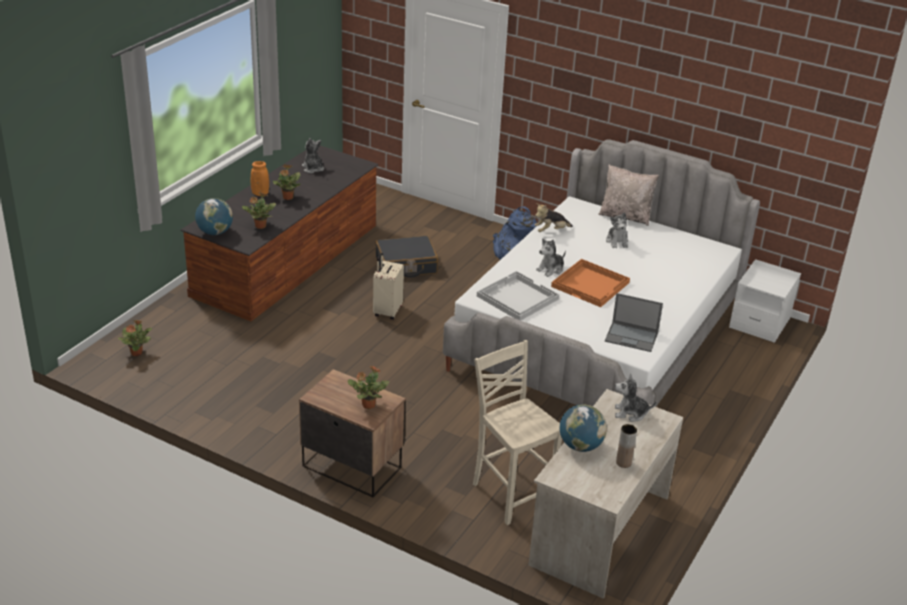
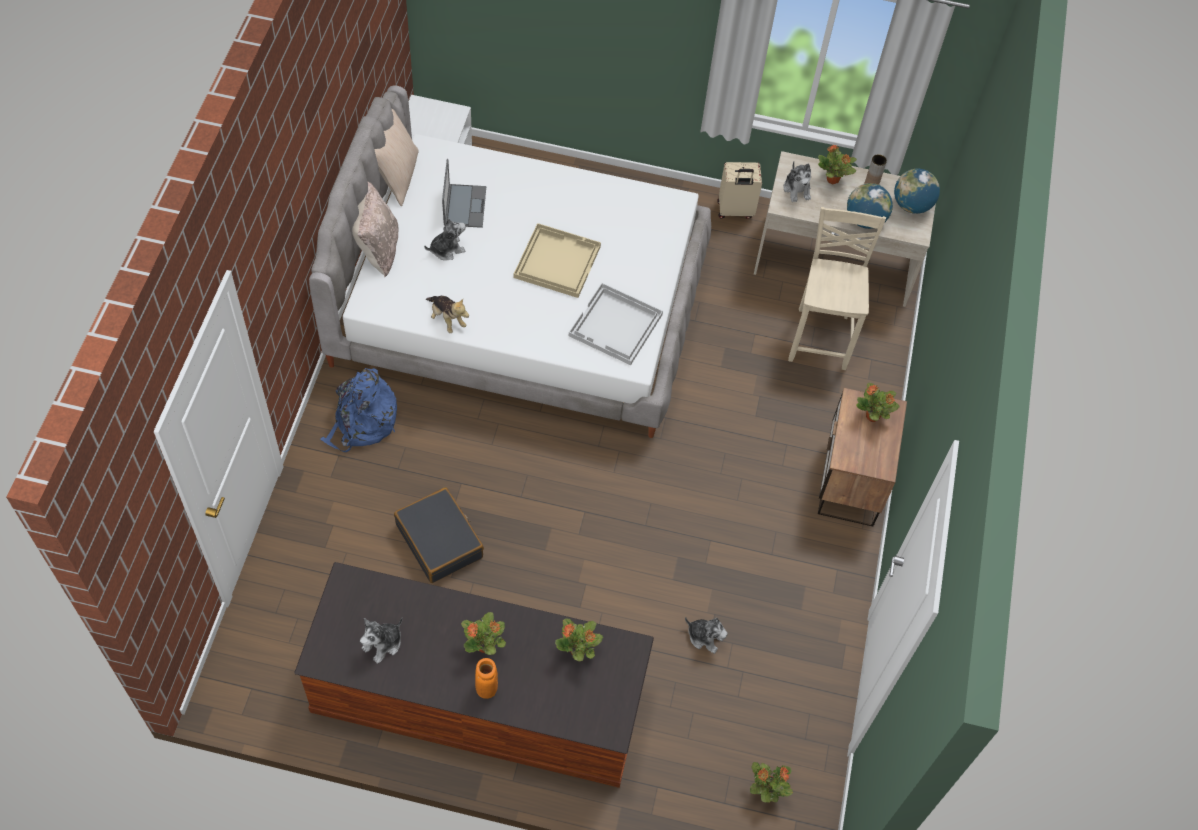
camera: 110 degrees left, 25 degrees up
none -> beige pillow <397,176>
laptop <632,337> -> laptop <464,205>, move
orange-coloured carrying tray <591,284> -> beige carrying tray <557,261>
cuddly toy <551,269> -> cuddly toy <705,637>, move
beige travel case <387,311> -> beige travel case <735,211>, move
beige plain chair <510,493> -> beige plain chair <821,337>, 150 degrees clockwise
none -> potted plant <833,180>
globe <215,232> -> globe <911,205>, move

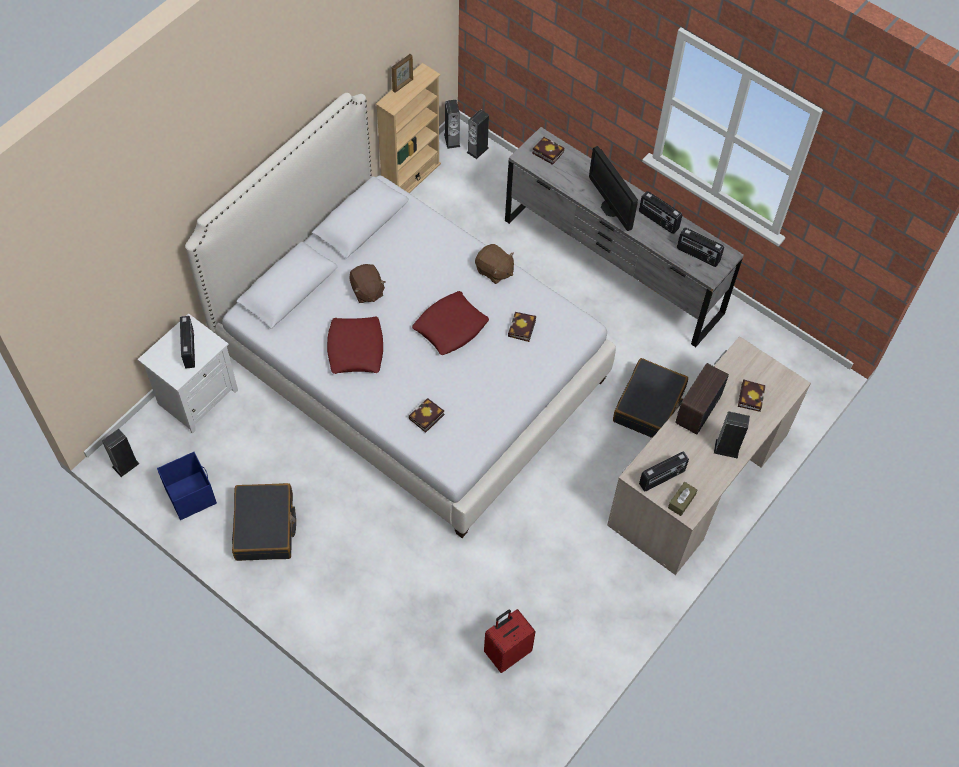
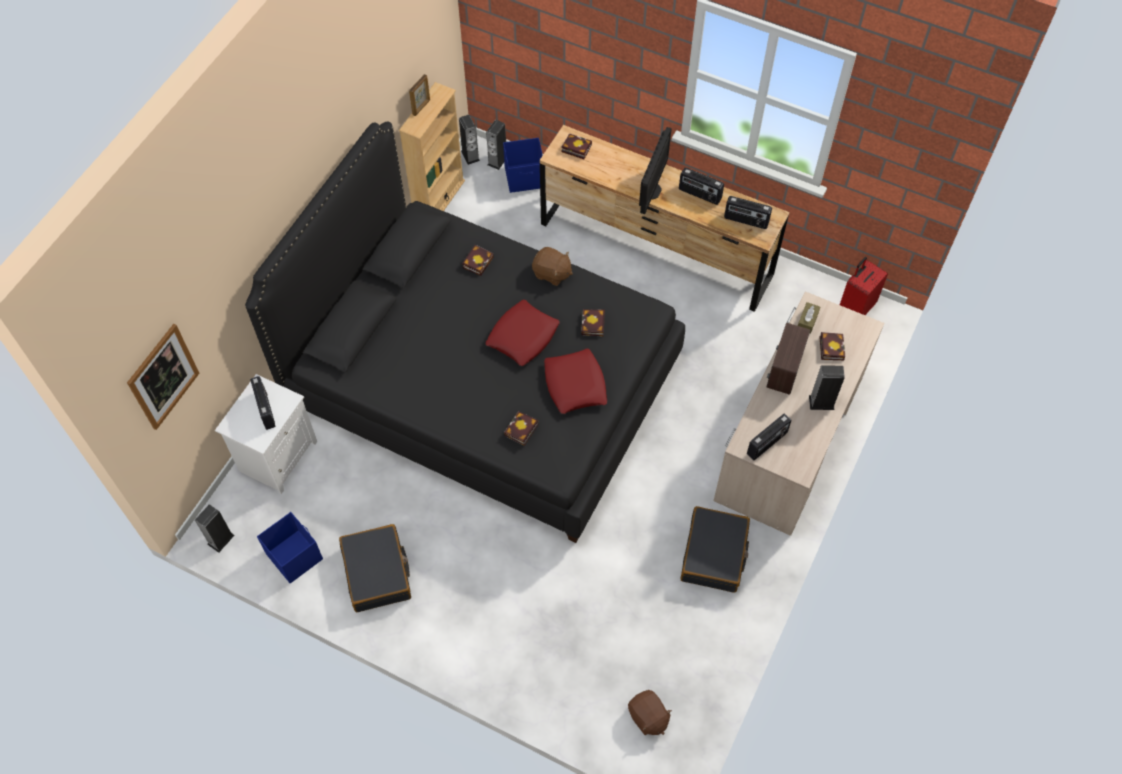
camera: 10 degrees left, 0 degrees up
none -> wall picture <163,377>
whitish bedroom bed <410,366> -> blackish bedroom bed <483,384>
none -> book <478,261>
none -> blue storage box <525,178>
gray dresser <612,267> -> brown-coloured dresser <655,249>
red-coloured pillow <356,349> -> red-coloured pillow <575,385>, move
brown-coloured cuddly toy <367,291> -> brown-coloured cuddly toy <648,717>, move
monitor <611,208> -> monitor <651,190>, 120 degrees counterclockwise
blackish travel case <649,405> -> blackish travel case <714,554>, move
brown-coloured tissue holder <681,501> -> brown-coloured tissue holder <807,321>, move
red-coloured travel case <507,652> -> red-coloured travel case <855,308>, move

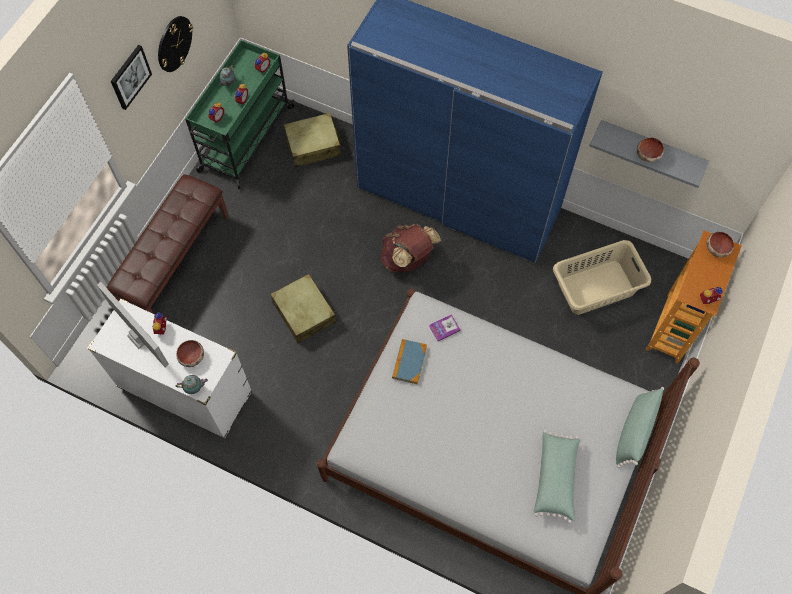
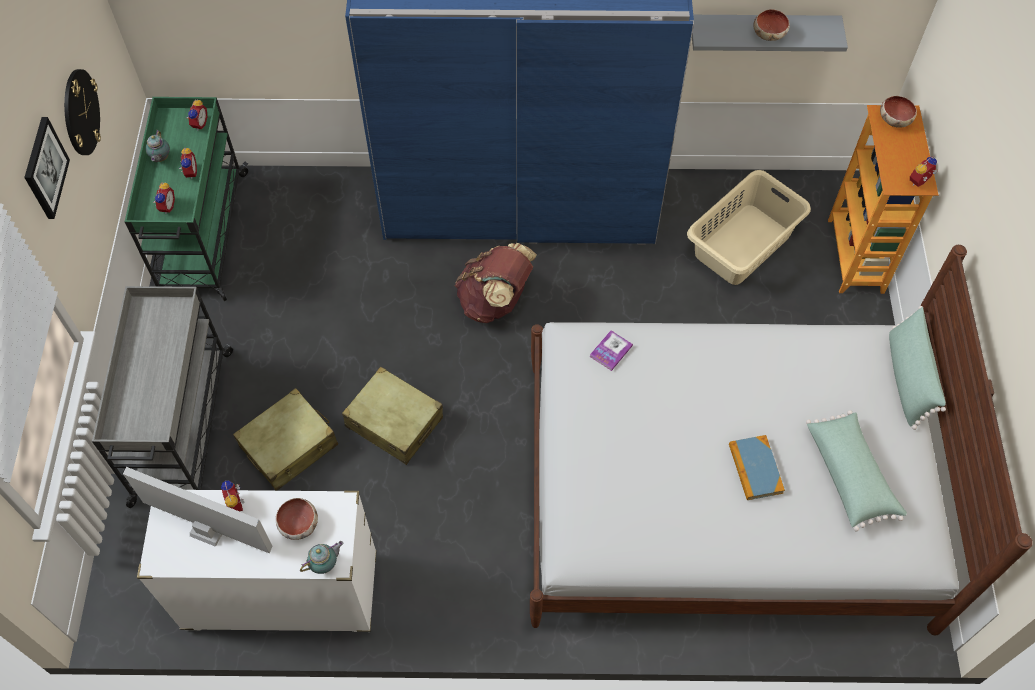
camera: 25 degrees left, 5 degrees down
brown-coloured long seat <175,262> -> gray trolley <182,428>
beige travel case <314,146> -> beige travel case <289,446>, move
book <409,362> -> book <755,469>, move

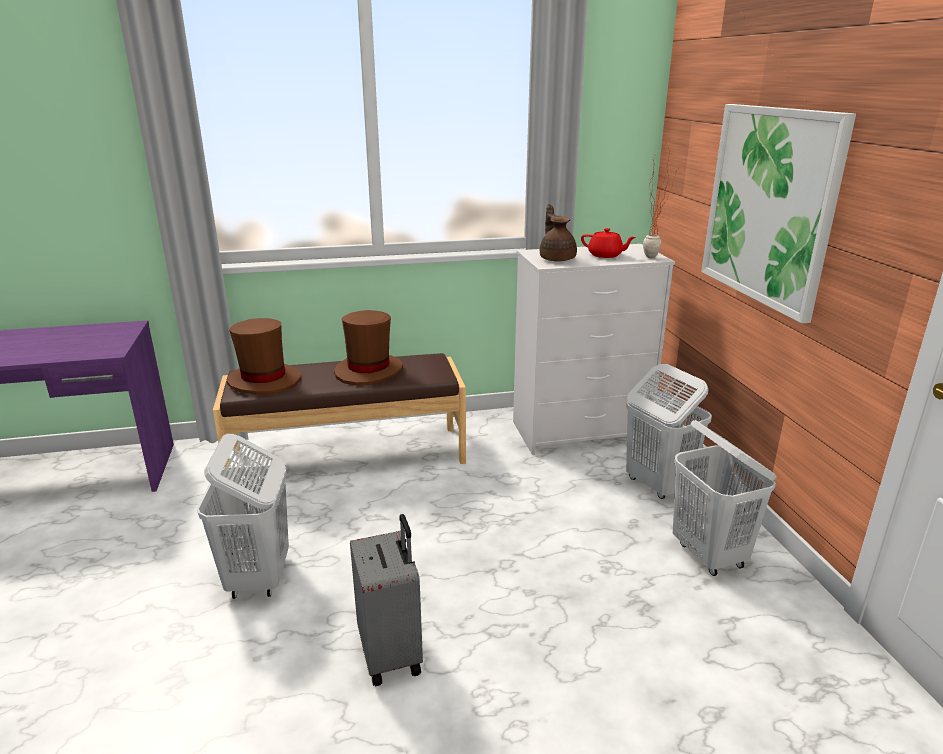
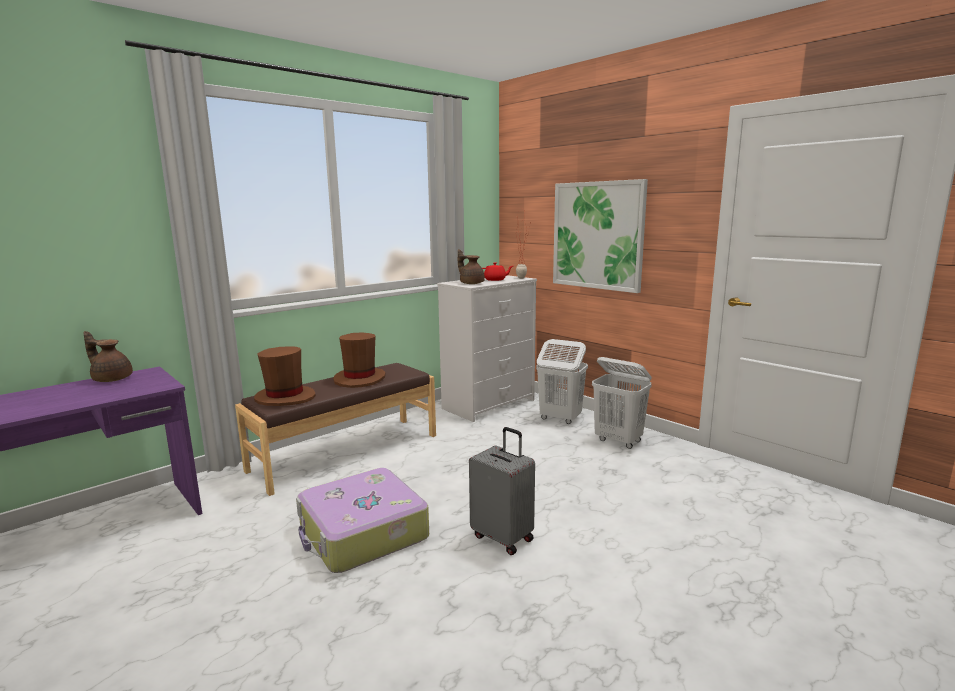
camera: 30 degrees left, 10 degrees down
none -> brown-coloured tea pot <111,379>
whitish washing basket <258,578> -> travel case <362,533>

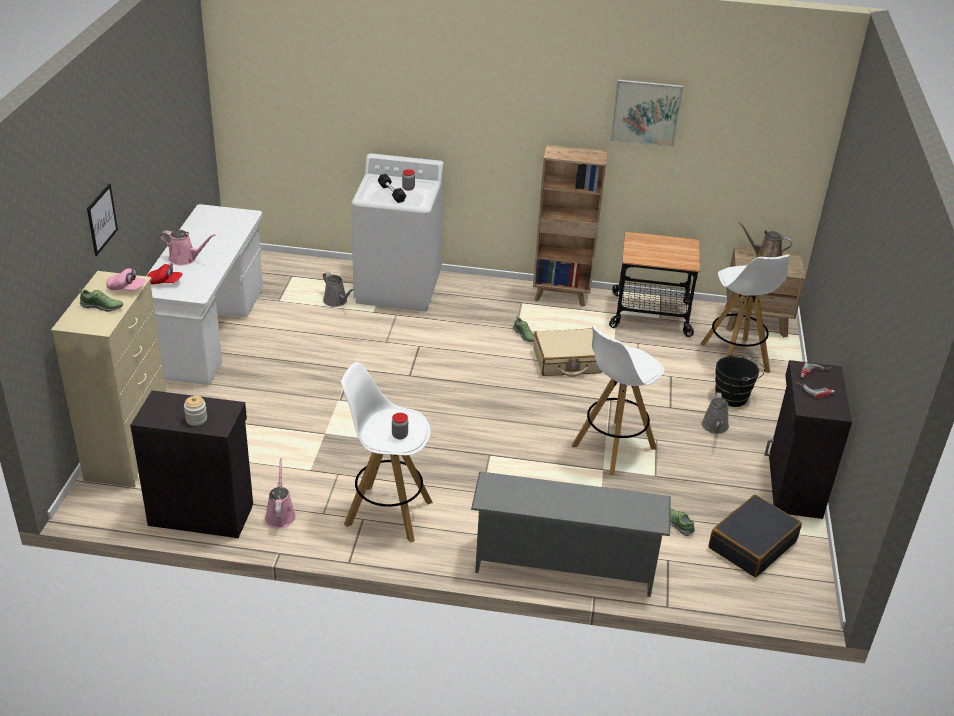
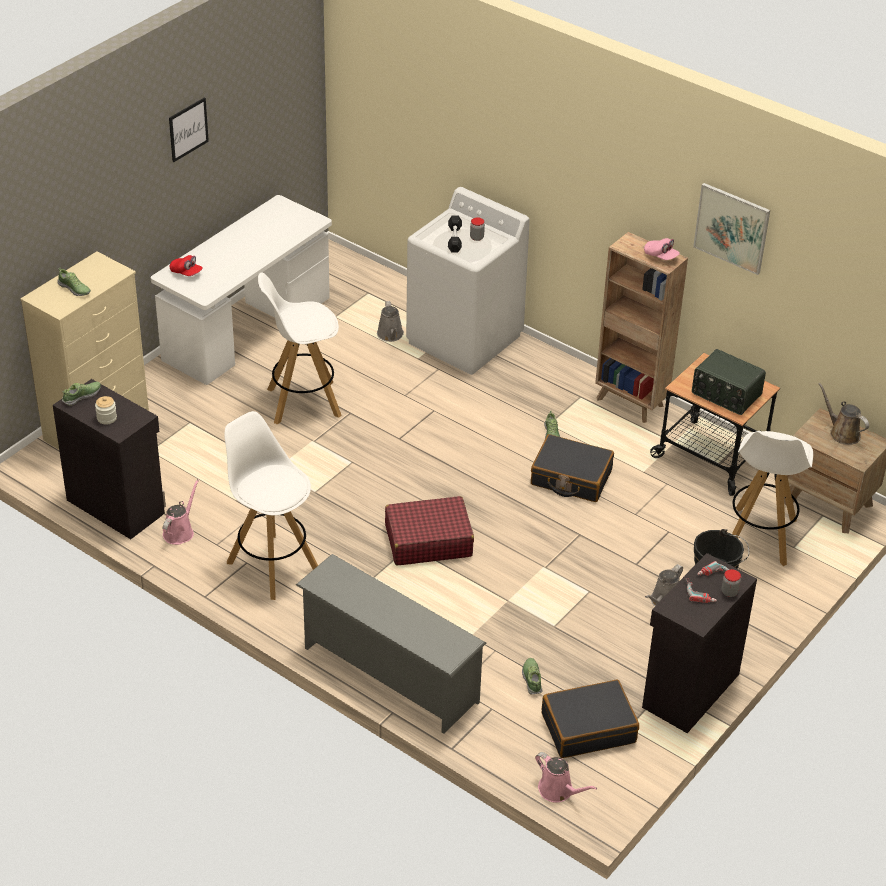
camera: 30 degrees right, 5 degrees up
none -> item of footwear <82,396>
wall picture <102,219> -> wall picture <188,129>, move
whitish stool seat <613,447> -> whitish stool seat <302,402>, move
none -> red-coloured travel case <428,541>
beige travel case <567,361> -> blackish travel case <571,478>
pink-coloured watering pot <185,259> -> pink-coloured watering pot <558,790>, move
pink-coloured baseball cap <127,288> -> pink-coloured baseball cap <661,256>, move
none -> radio <725,395>
storage jar <399,435> -> storage jar <729,592>, move

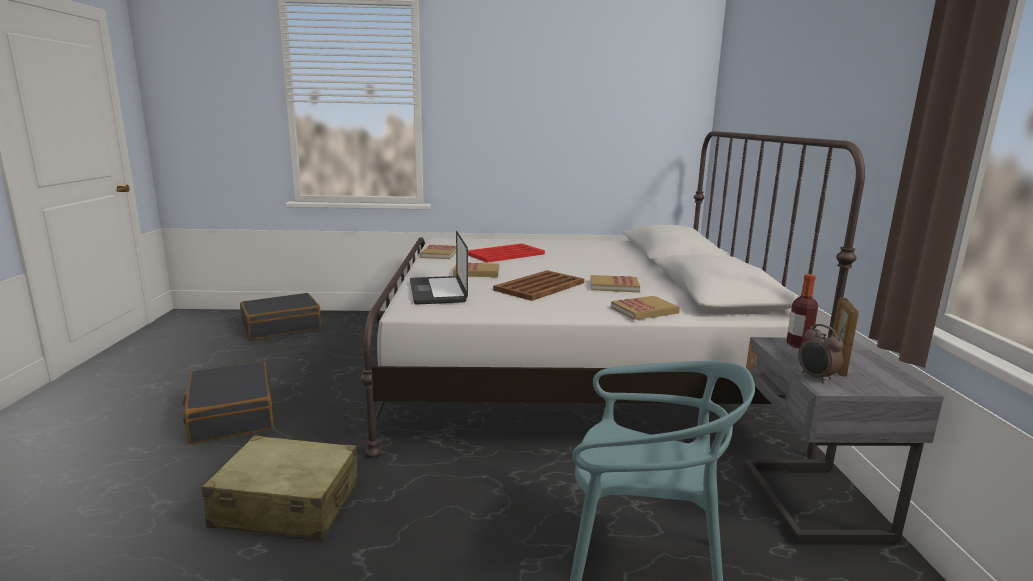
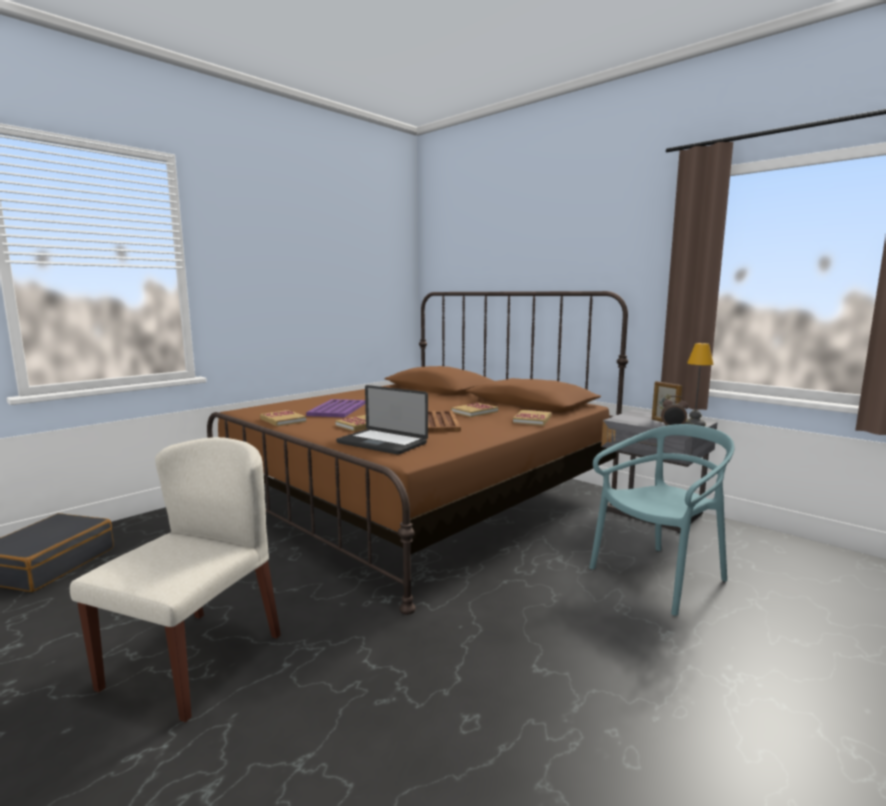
camera: 45 degrees left, 5 degrees down
blackish travel case <231,415> -> beige plain chair <194,659>
whitish bedroom bed <571,369> -> brown-coloured bedroom bed <418,497>
red-coloured carrying tray <506,254> -> purplish carrying tray <338,409>
none -> table lamp <693,424>
beige travel case <287,505> -> none
drink bottle <798,345> -> none

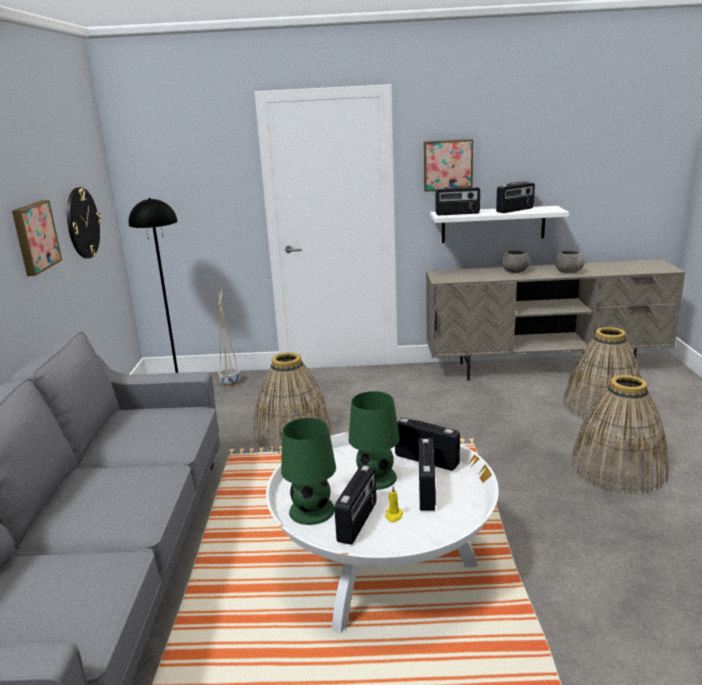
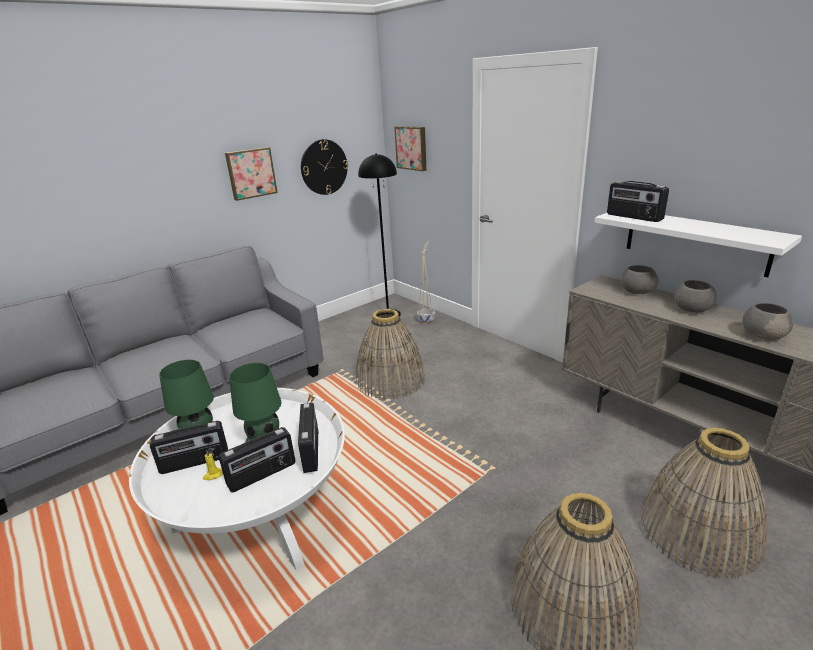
camera: 50 degrees right, 5 degrees up
wall picture <447,165> -> wall picture <412,148>, move
none -> gray deep dish <636,291>
radio <515,210> -> none

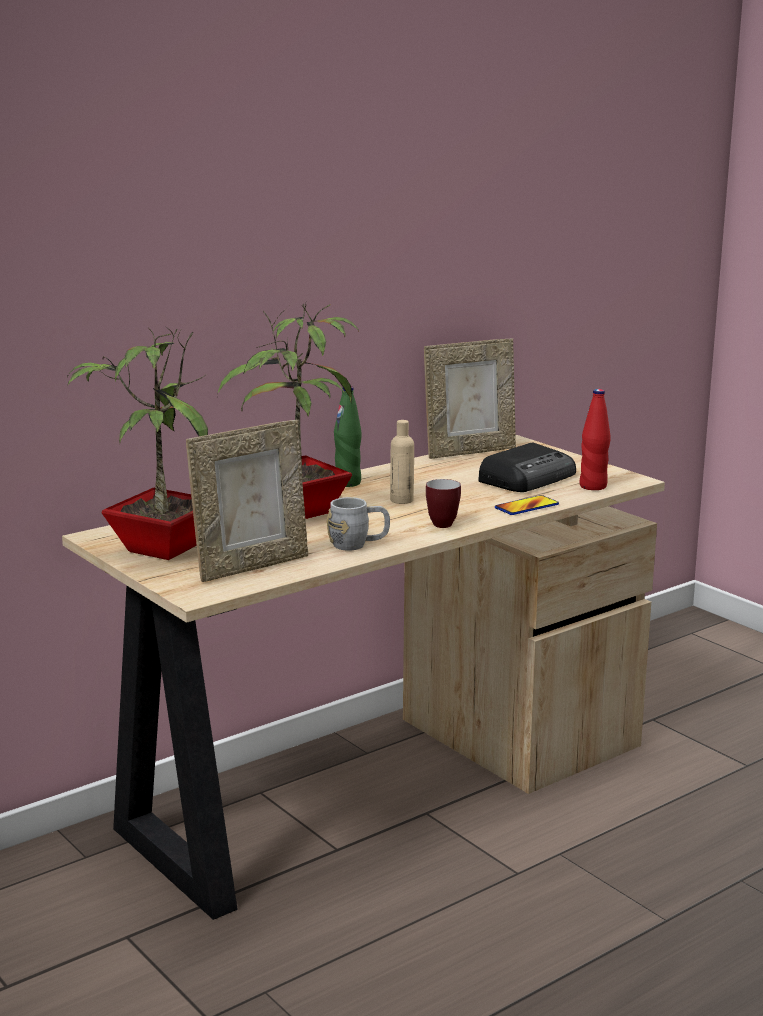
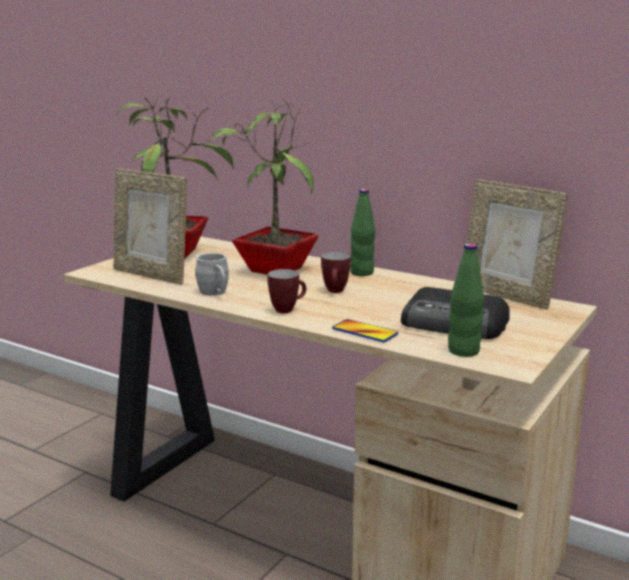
camera: 70 degrees right, 0 degrees up
beige drink bottle <401,500> -> tea mug <335,292>
red-coloured drink bottle <593,486> -> green drink bottle <463,351>

